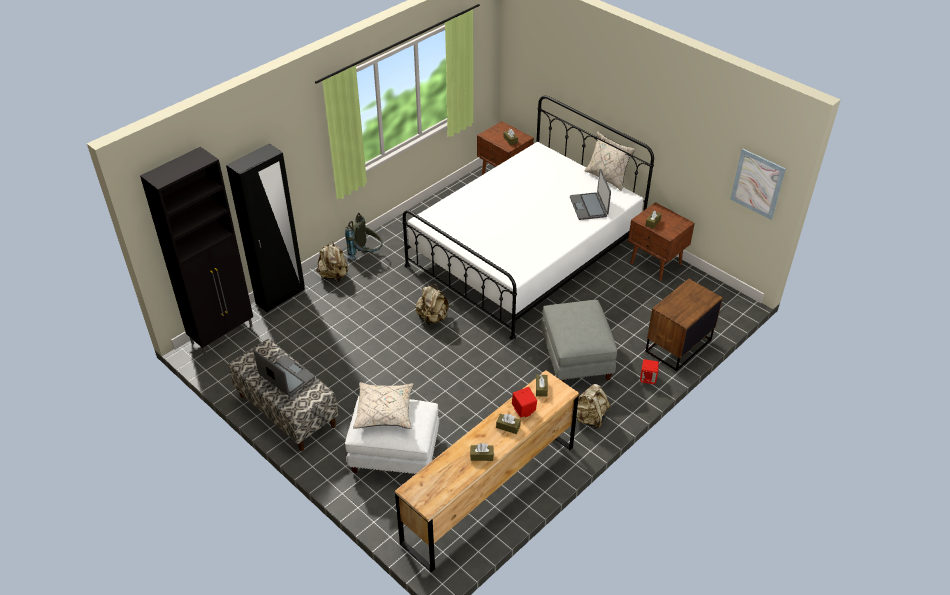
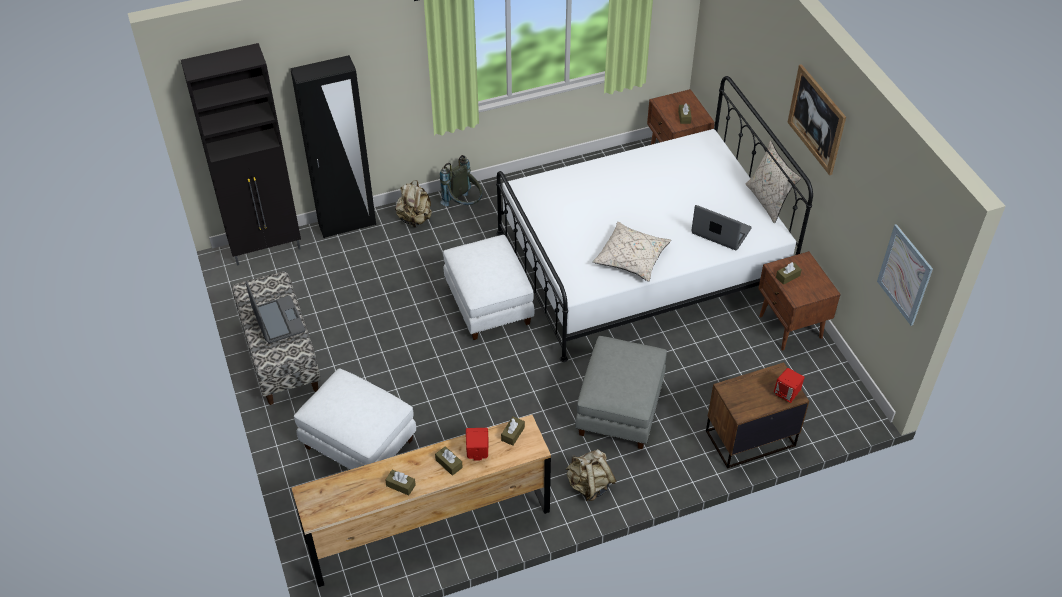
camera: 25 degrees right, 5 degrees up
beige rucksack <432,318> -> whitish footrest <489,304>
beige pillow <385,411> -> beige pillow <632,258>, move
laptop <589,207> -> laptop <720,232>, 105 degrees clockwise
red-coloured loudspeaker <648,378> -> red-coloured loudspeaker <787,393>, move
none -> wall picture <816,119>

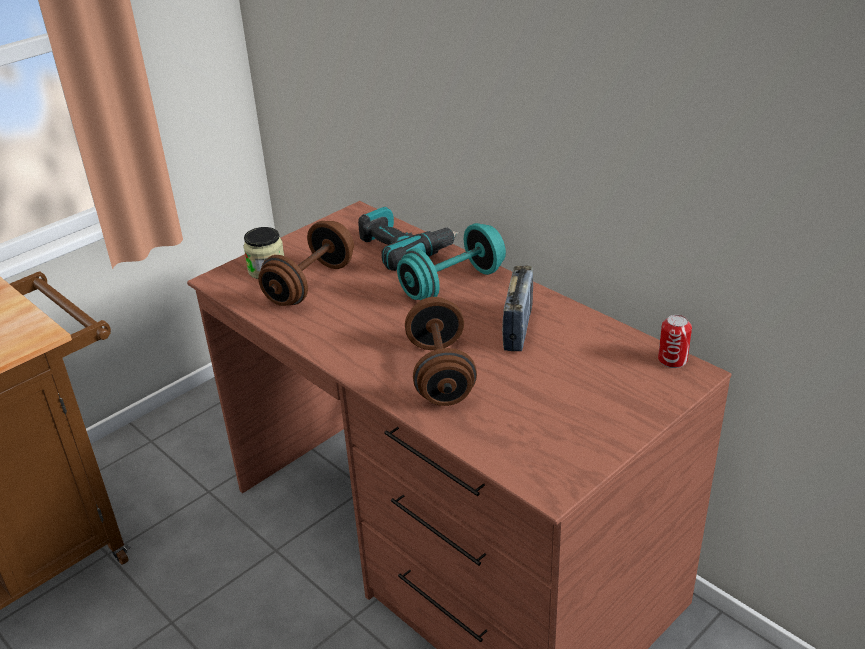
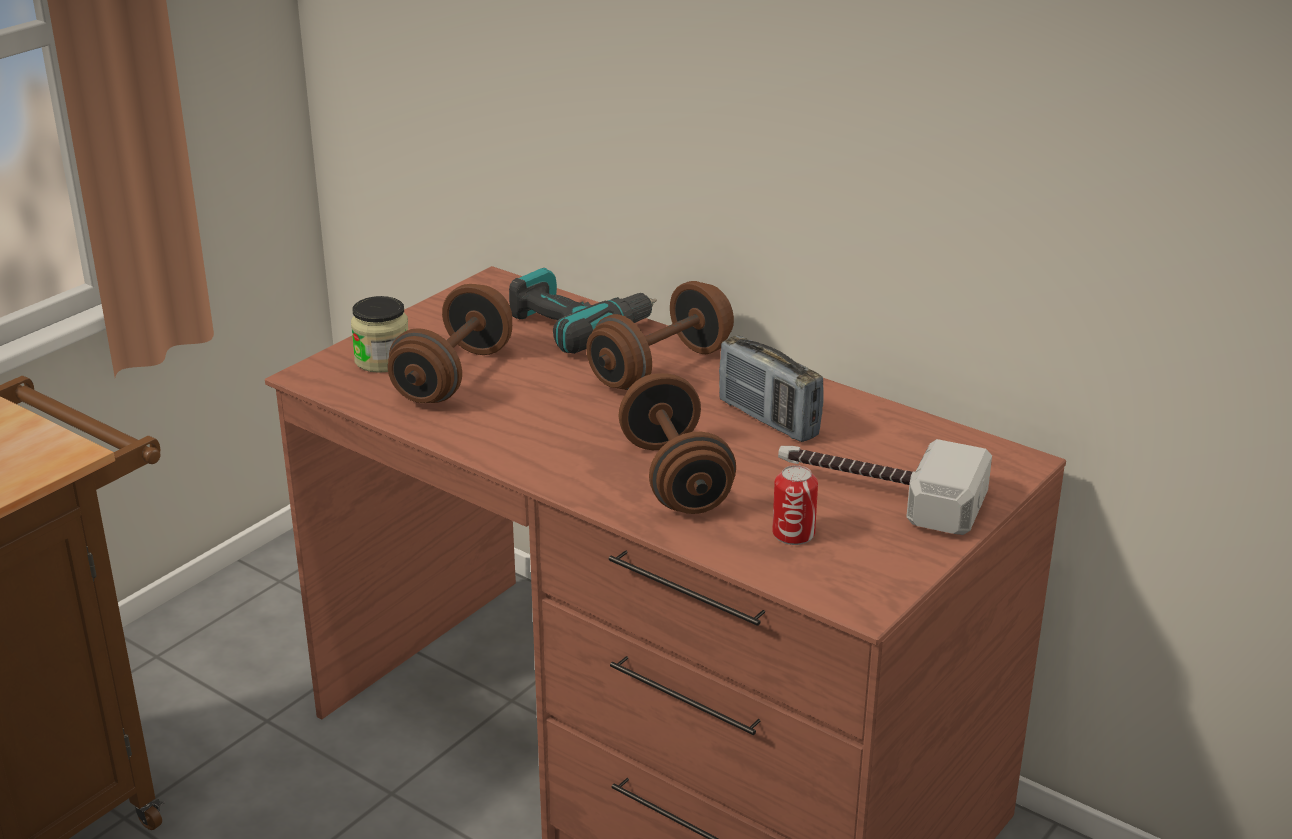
camera: 10 degrees left, 5 degrees down
turquoise hand weight <452,284> -> brown-coloured hand weight <661,368>
radio <518,328> -> radio <768,419>, 135 degrees clockwise
can <672,360> -> can <793,534>, move
none -> hammer <877,494>

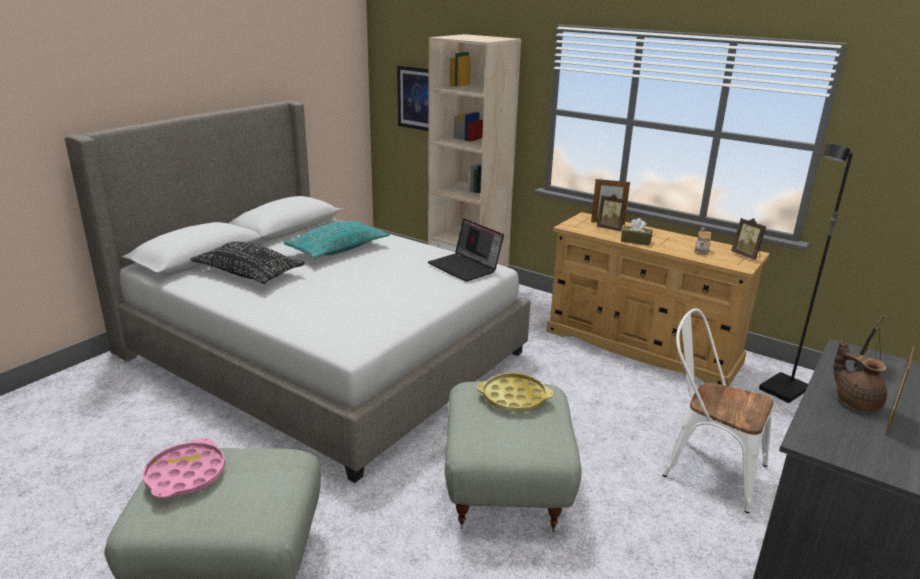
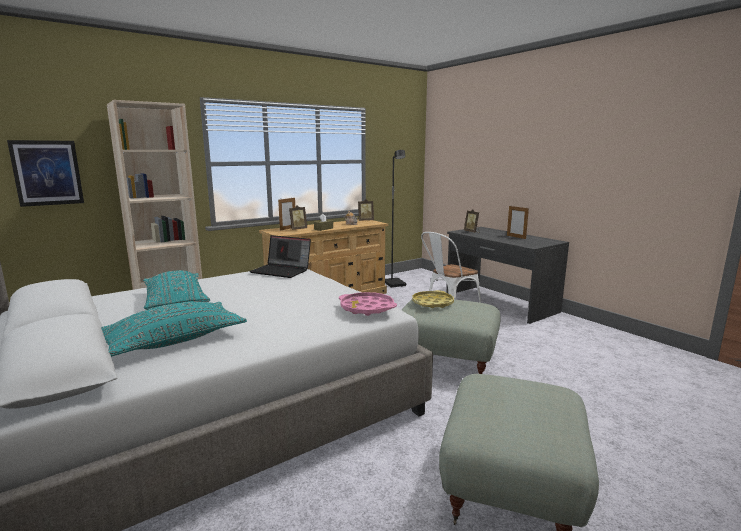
camera: 70 degrees left, 10 degrees down
blackish pillow <249,274> -> turquoise pillow <174,341>
laptop <465,267> -> laptop <282,271>, 45 degrees clockwise
pink-coloured carrying tray <185,475> -> pink-coloured carrying tray <367,308>, move
brown-coloured tea pot <856,401> -> none

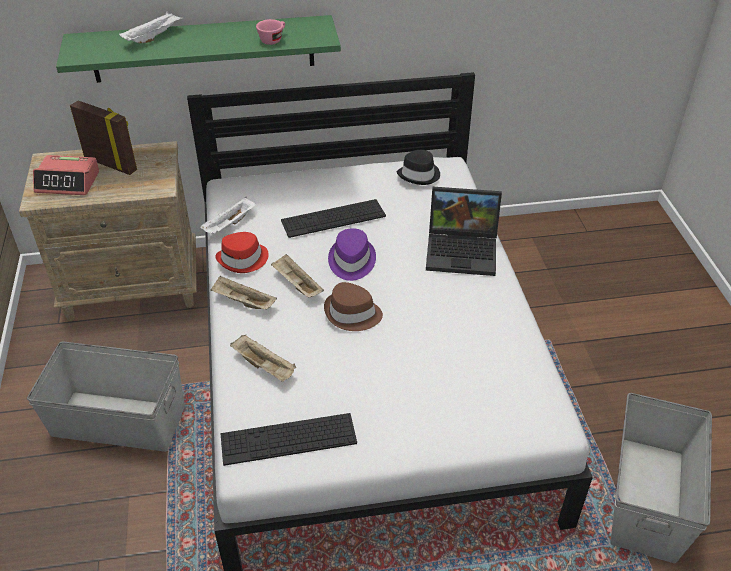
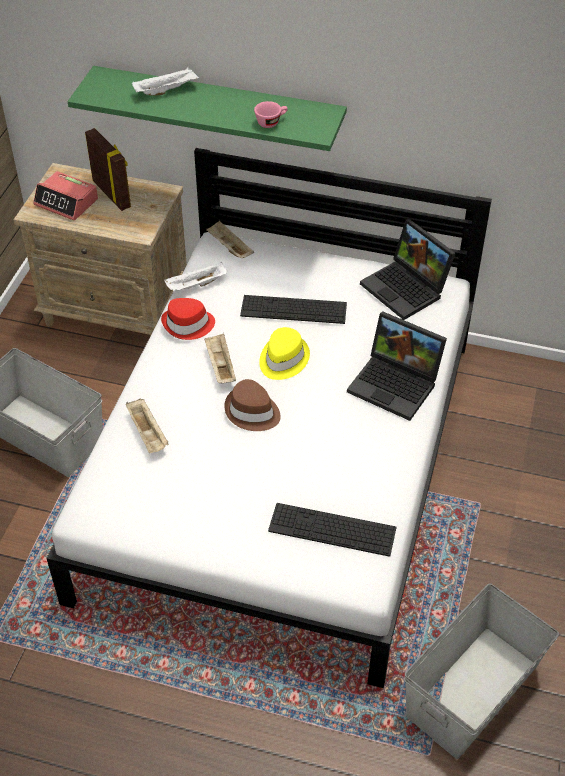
camera: 25 degrees right, 5 degrees up
beige carrying tray <243,302> -> beige carrying tray <229,248>, move
purplish clothing hat <351,261> -> yellow clothing hat <283,359>
computer keyboard <288,439> -> computer keyboard <332,529>, move
blackish clothing hat <419,175> -> laptop <407,289>

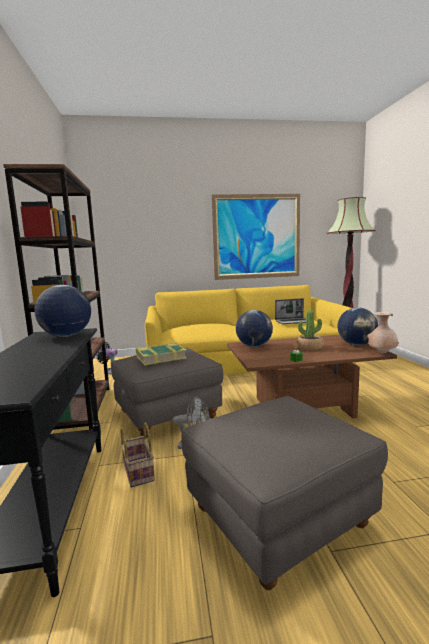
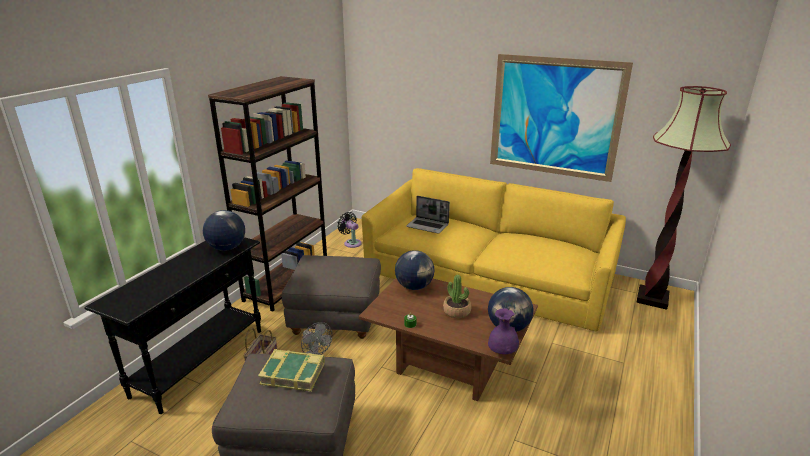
camera: 35 degrees right, 15 degrees up
book <160,358> -> book <293,373>, move
laptop <293,321> -> laptop <428,226>, move
beige flower vase <382,353> -> purplish flower vase <502,352>

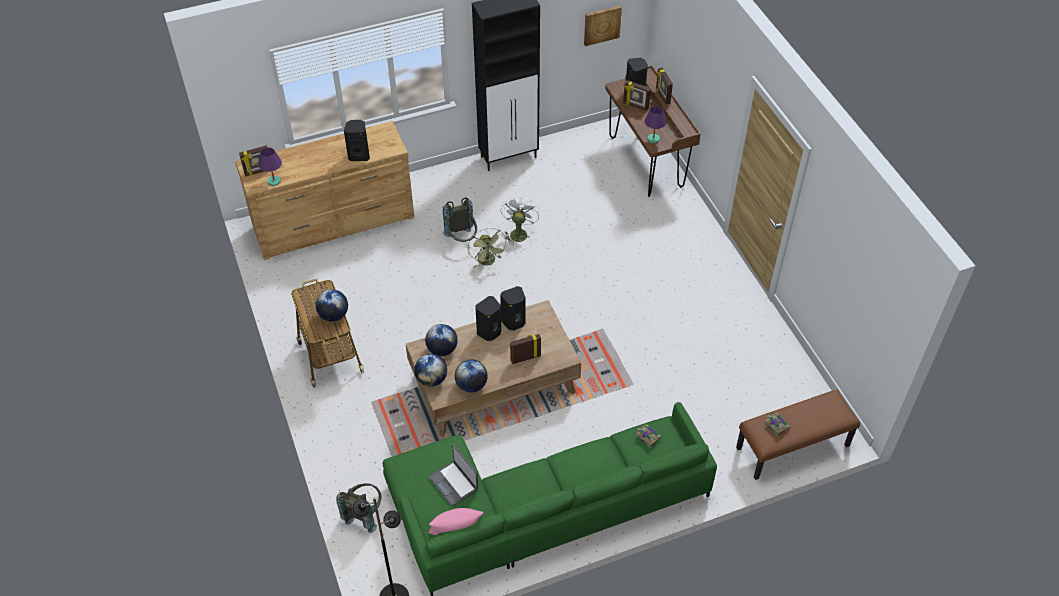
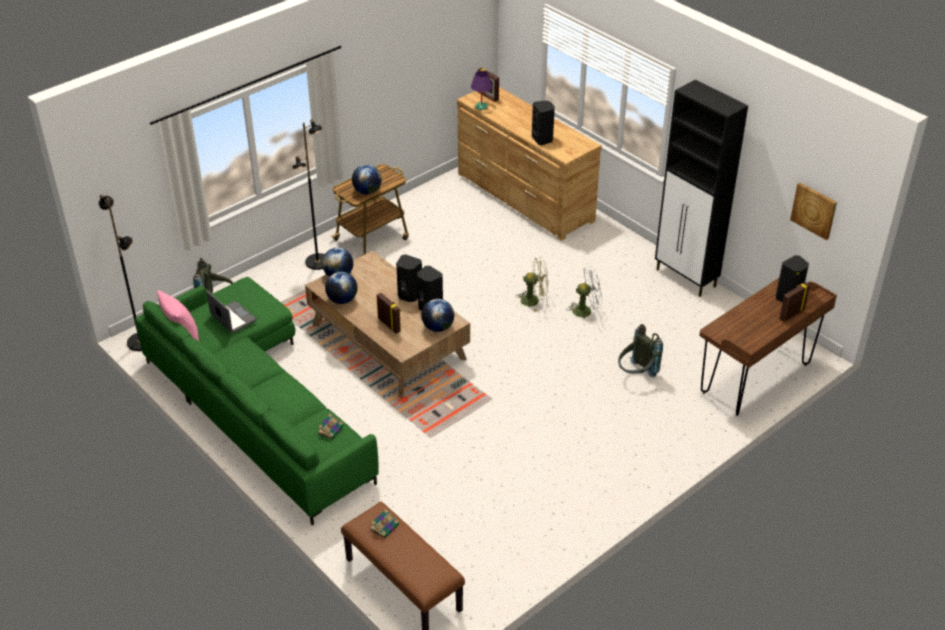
camera: 70 degrees right, 10 degrees down
laptop <454,483> -> laptop <232,318>, 105 degrees clockwise
none -> blackish standard lamp <318,262>
globe <442,349> -> globe <438,327>, move
green cooling fan <488,262> -> green cooling fan <534,300>, 135 degrees counterclockwise
gray rucksack <462,239> -> gray rucksack <636,374>, move
picture frame <635,106> -> none
purplish table lamp <653,139> -> none

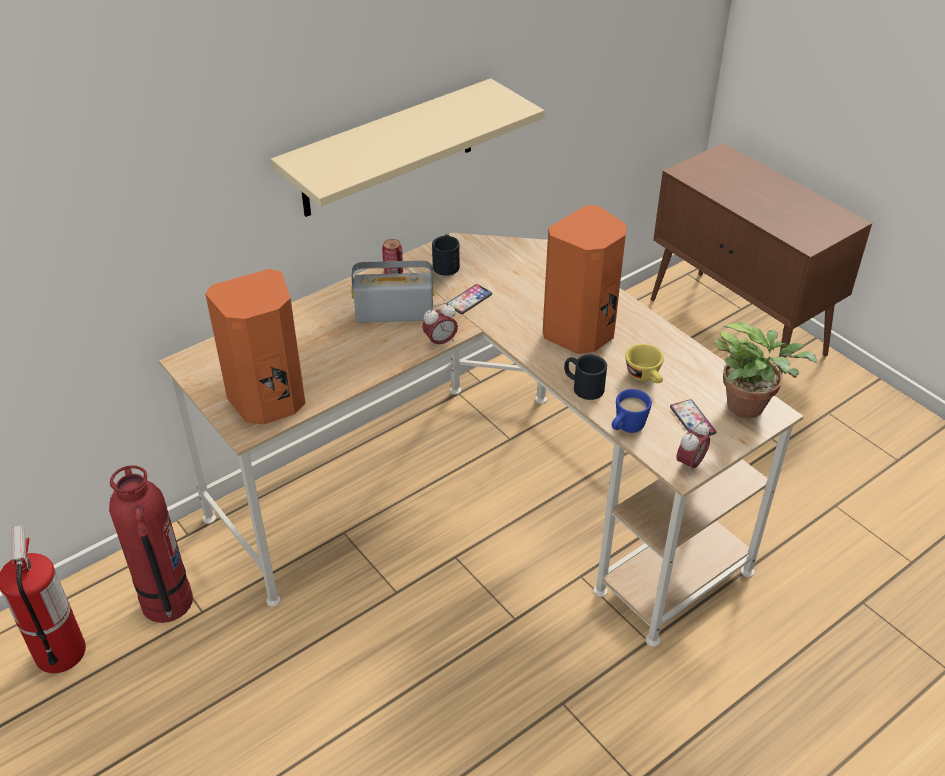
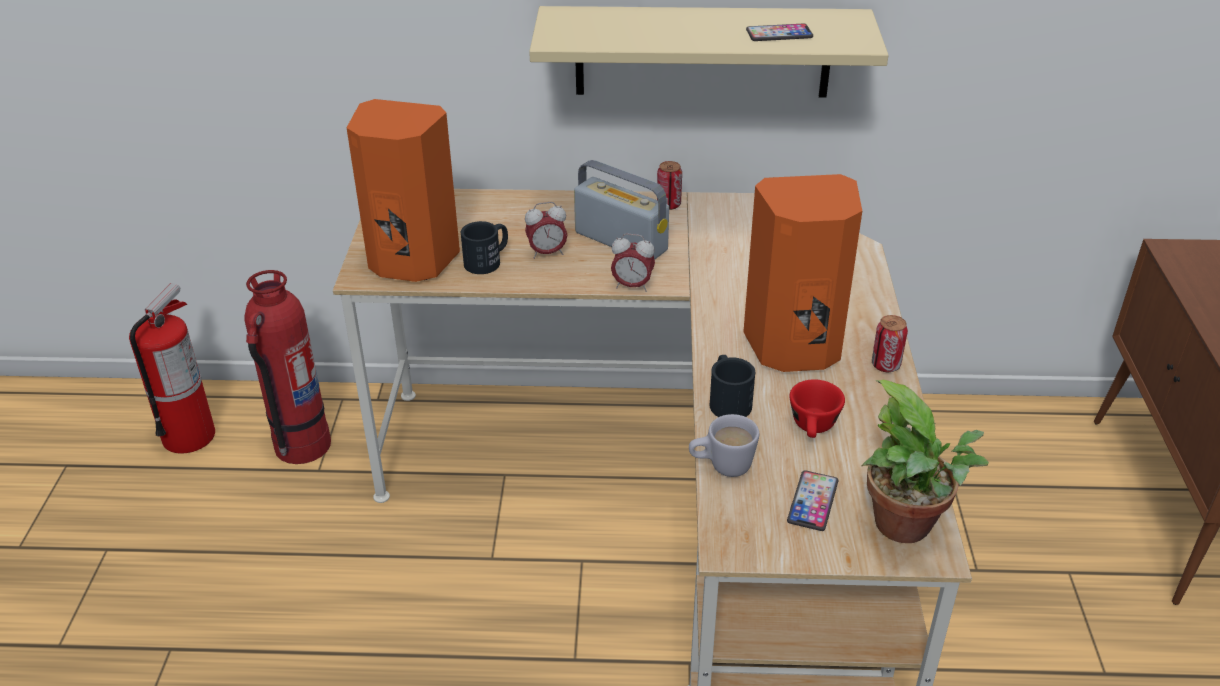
camera: 40 degrees right, 5 degrees down
blackish tea mug <446,263> -> blackish tea mug <488,260>, move
alarm clock <690,464> -> alarm clock <547,253>, move
blue tea mug <626,428> -> whitish tea mug <721,467>
handset <469,300> -> handset <779,34>, move
yellow drinking cup <645,377> -> red-coloured drinking cup <813,428>
none -> can <885,365>

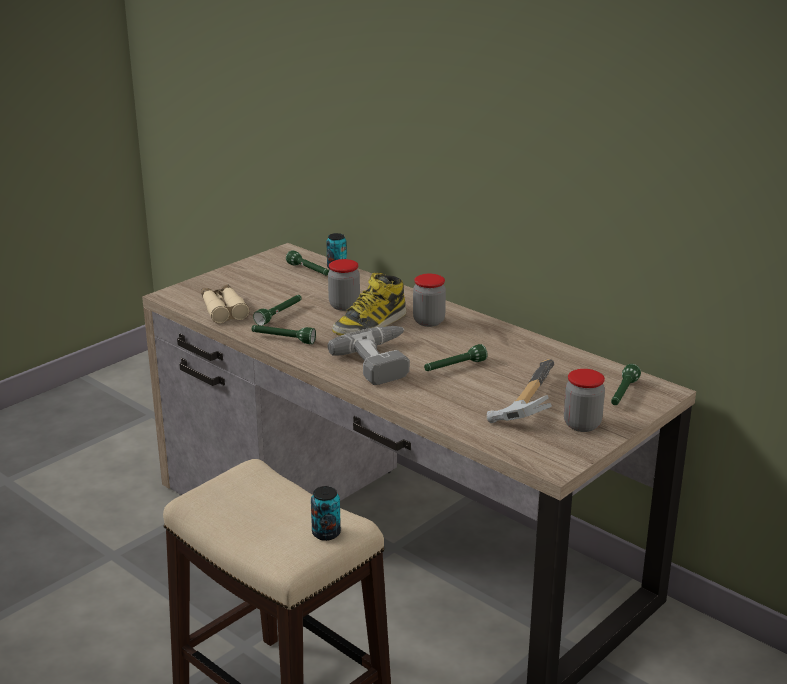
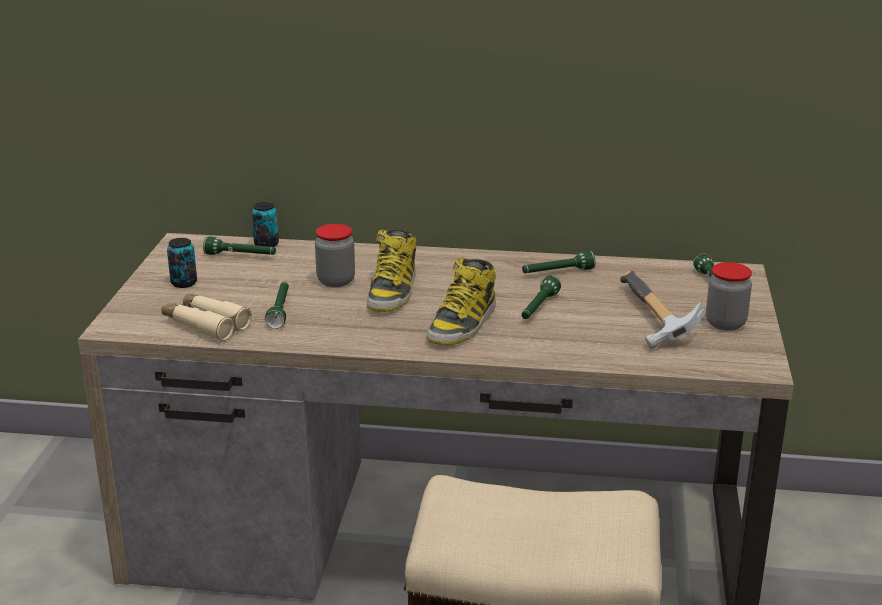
camera: 35 degrees left, 0 degrees up
can <326,533> -> can <184,283>, move
drill <383,361> -> boot <462,324>
green hand torch <283,339> -> green hand torch <557,273>, move
storage jar <429,321> -> none

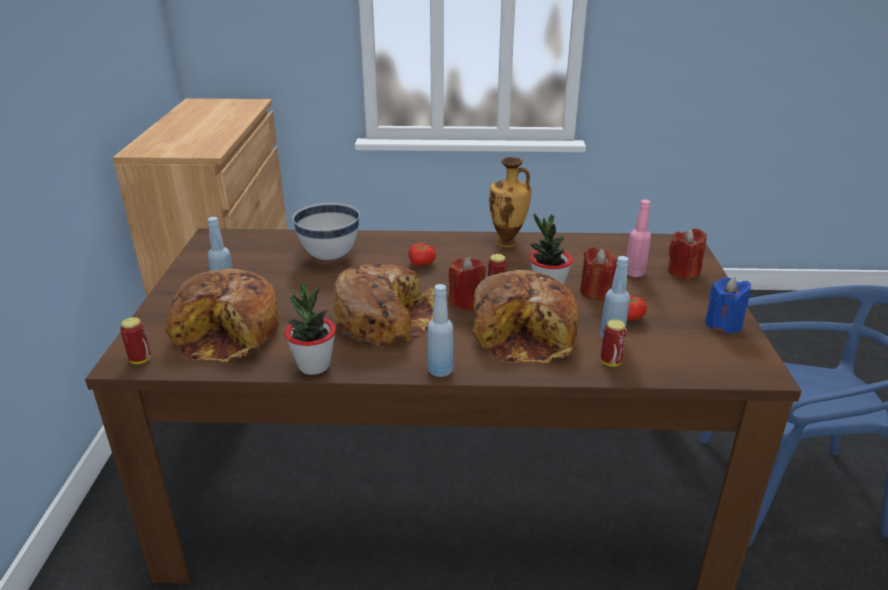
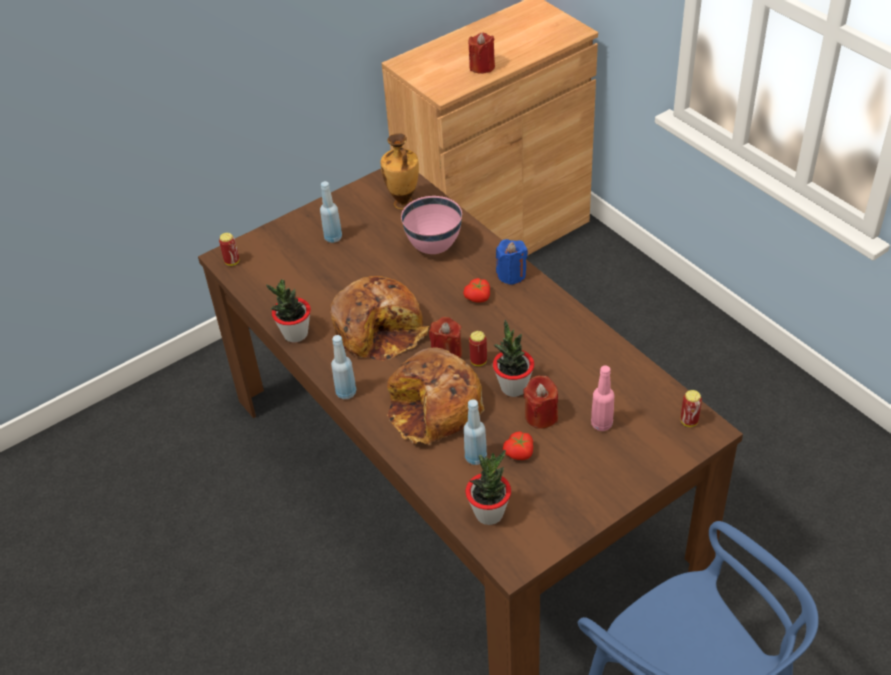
camera: 55 degrees right, 15 degrees up
flower vase <507,243> -> flower vase <403,204>, move
whitish deep dish <330,256> -> pink-coloured deep dish <434,247>
none -> potted plant <489,513>
red-coloured wax light <683,272> -> red-coloured wax light <482,67>, move
blue wax light <723,324> -> blue wax light <511,274>, move
can <610,362> -> can <689,421>, move
baked bread <229,332> -> none

